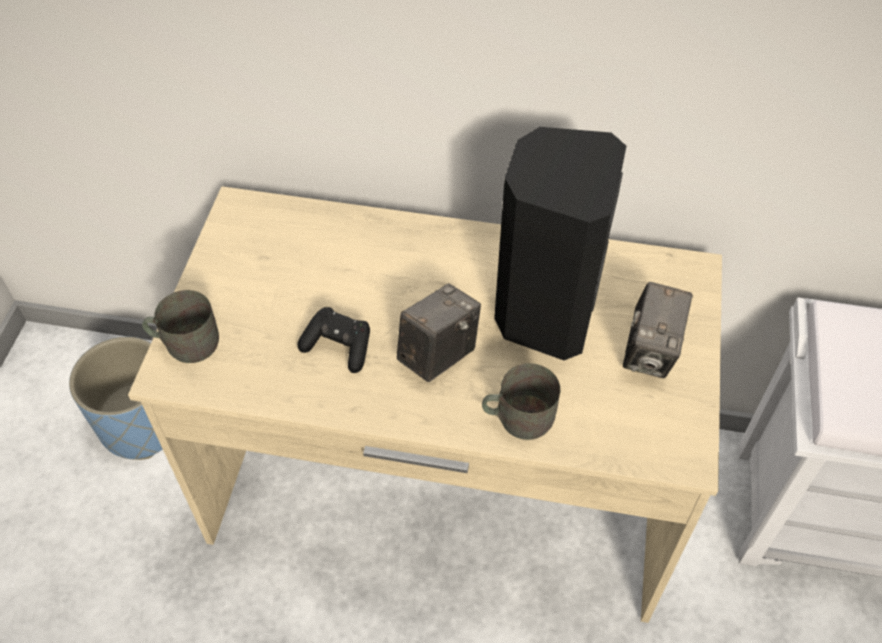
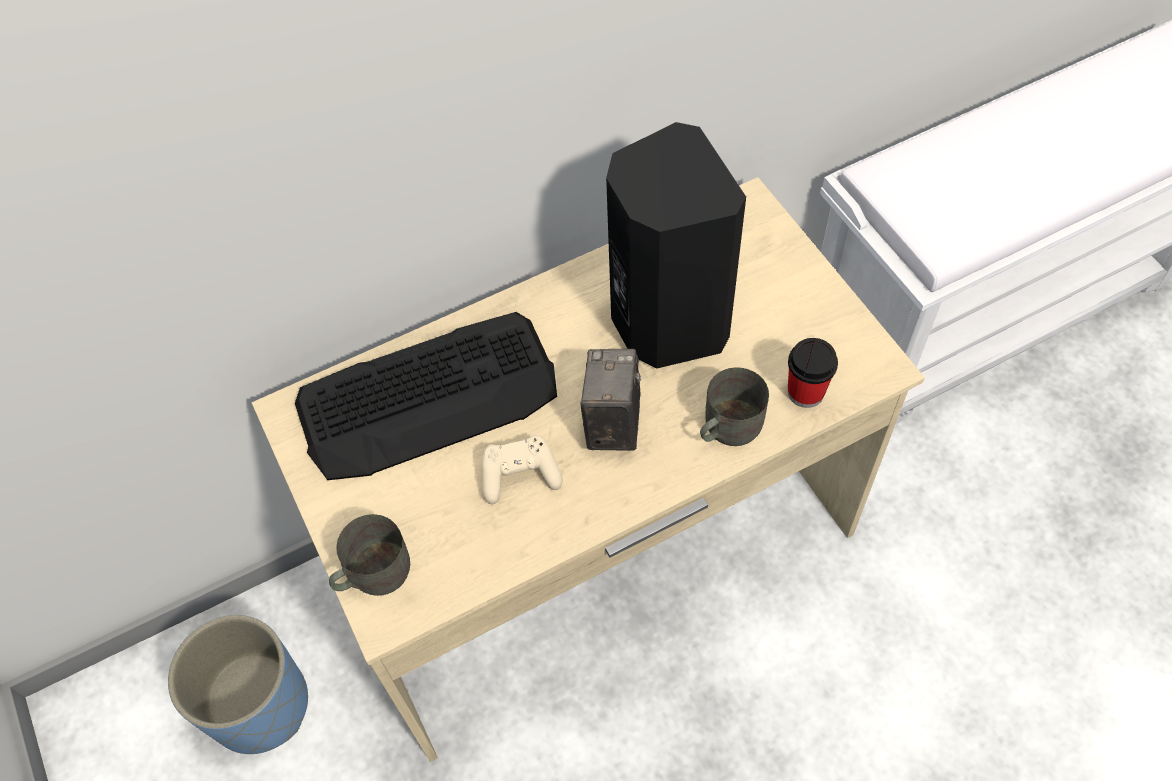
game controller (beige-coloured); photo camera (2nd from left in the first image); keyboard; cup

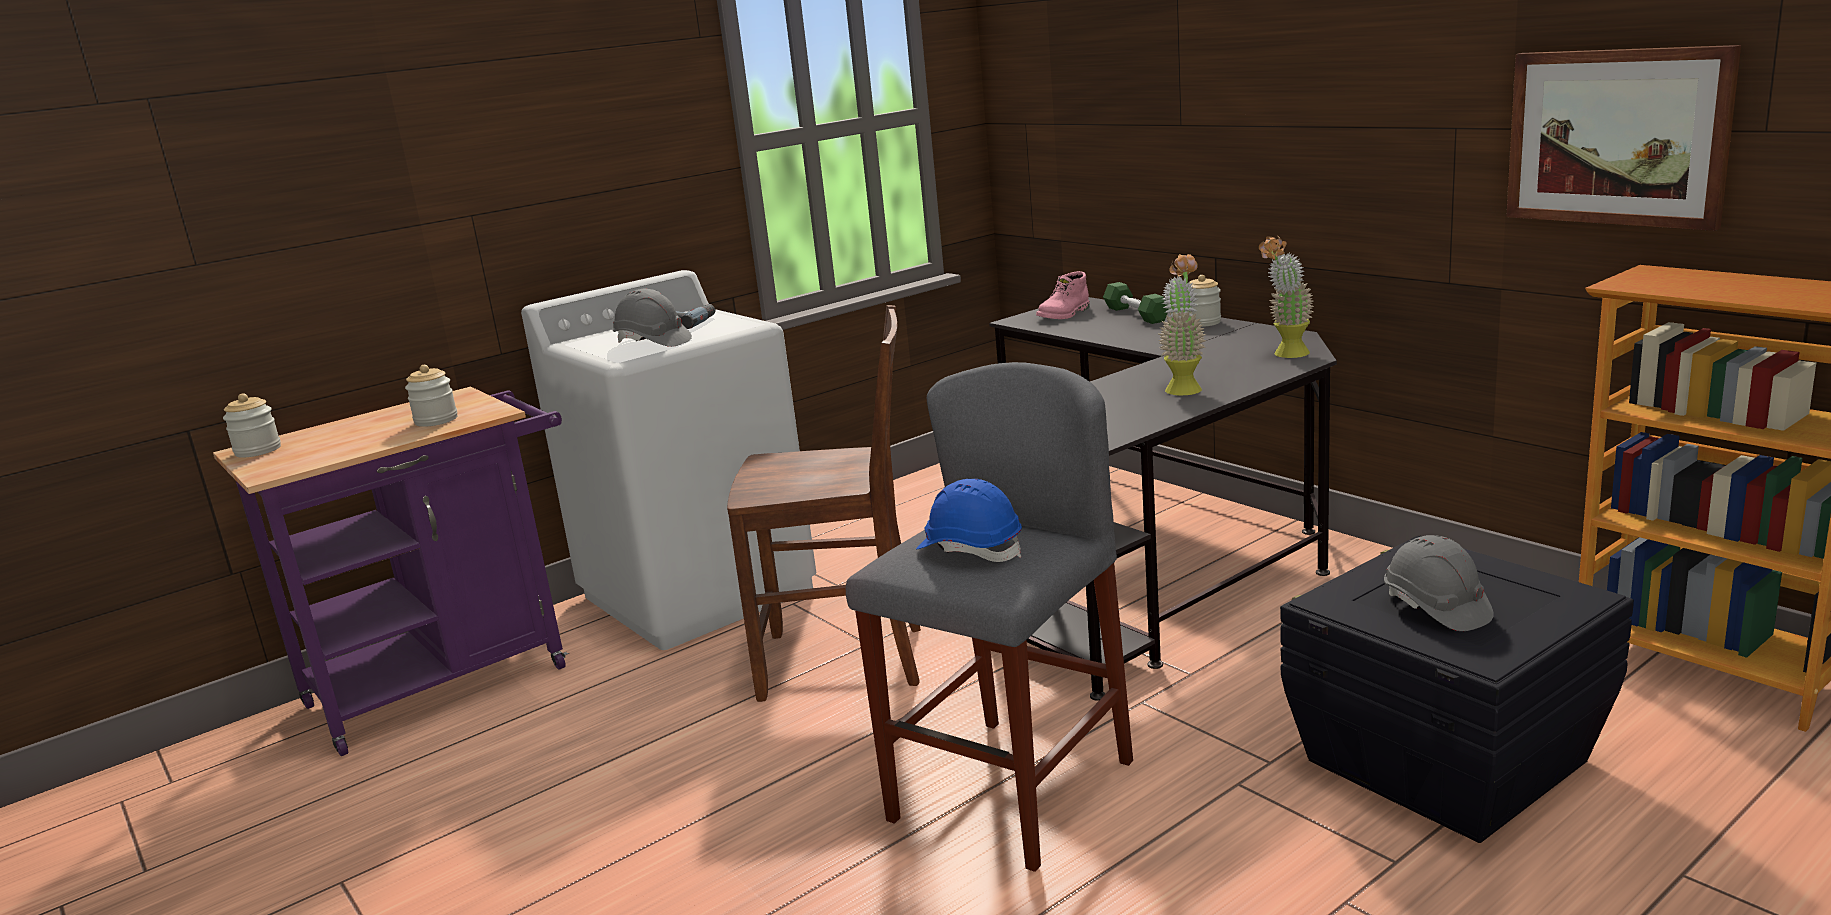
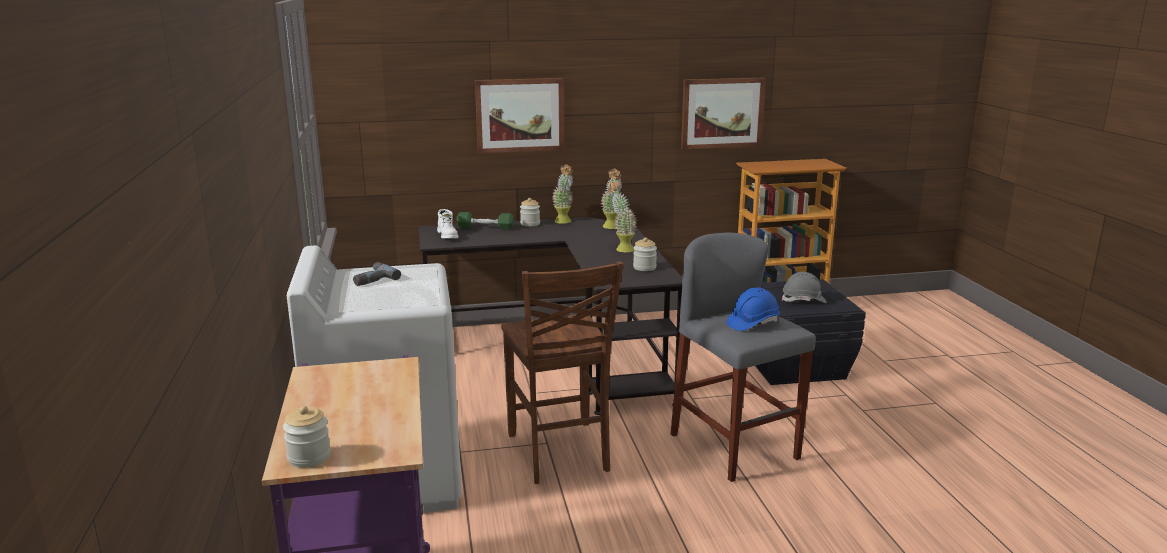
jar (3rd from left); work helmet (grey) (1st from left in the first image); plain chair (brown); tall boot (white); wall picture (1st from left); potted plant (1st from left)

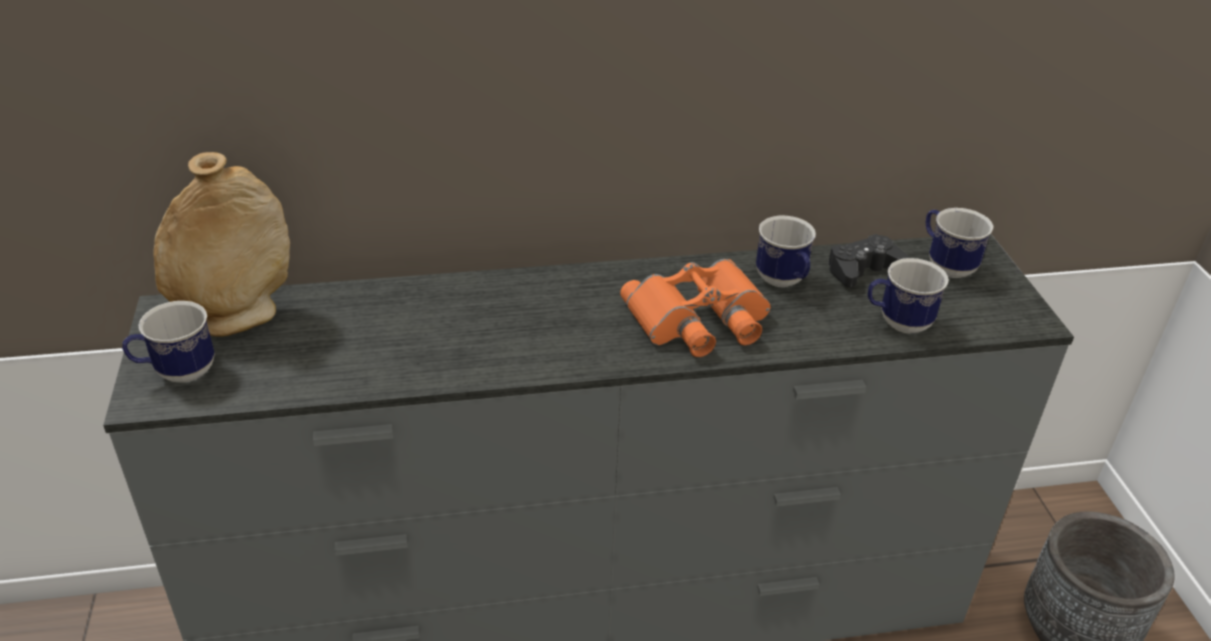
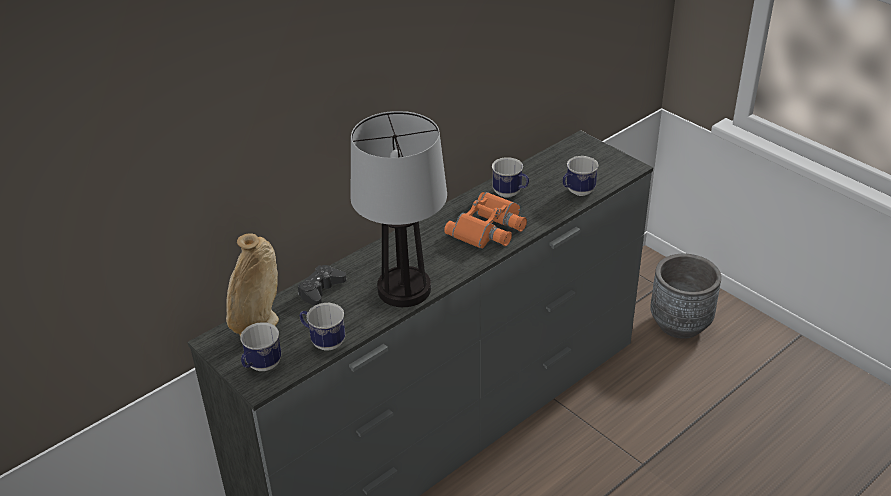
game controller (black-coloured); coffee mug (2nd from left); lamp for a table

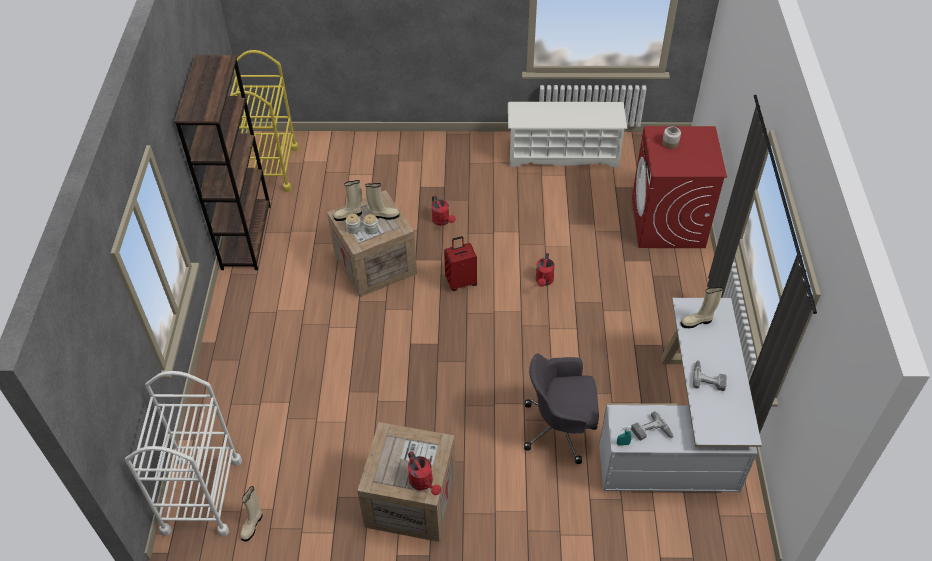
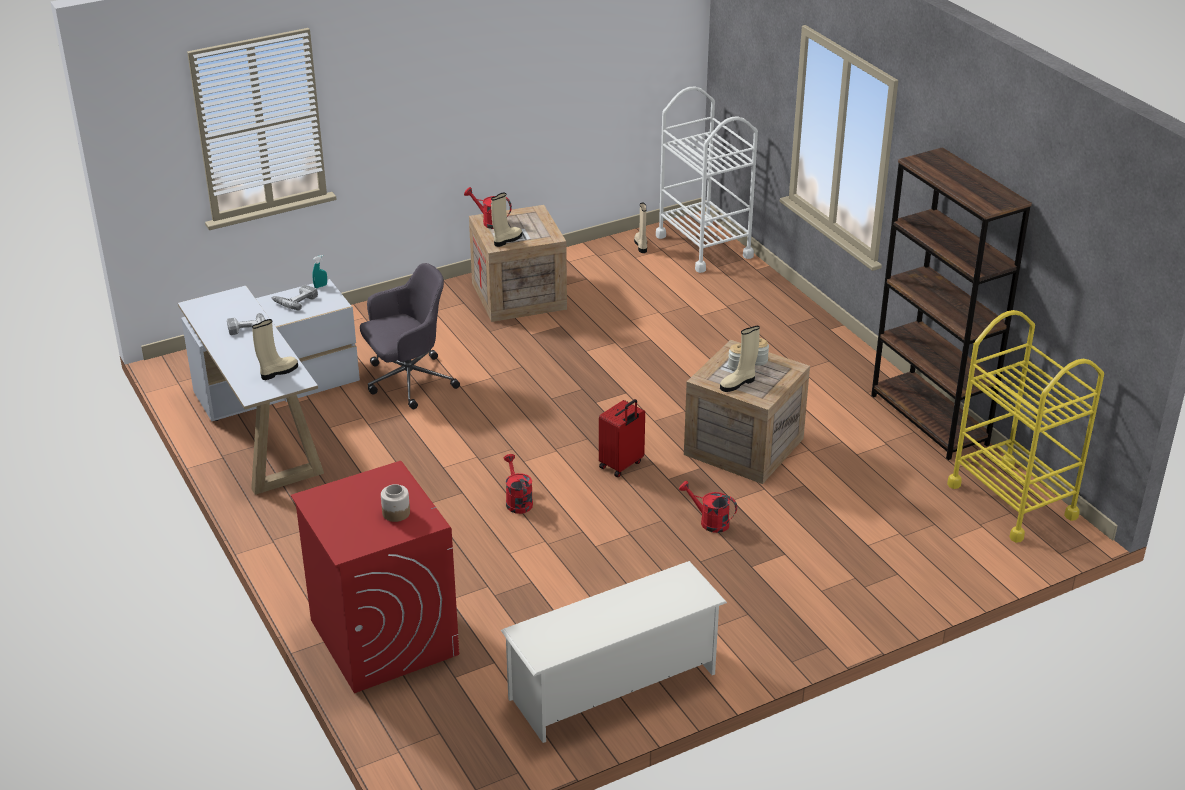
tall boot (beige-coloured) (2nd from left)

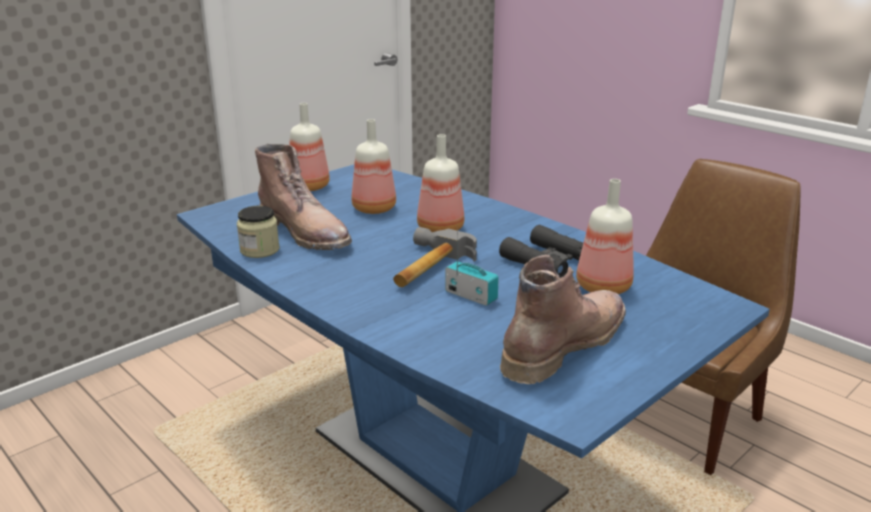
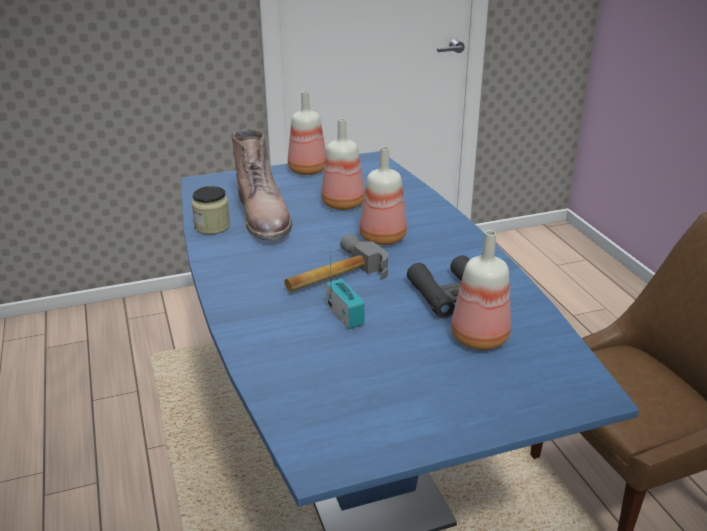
tall boot (brown) (2nd from left in the first image)

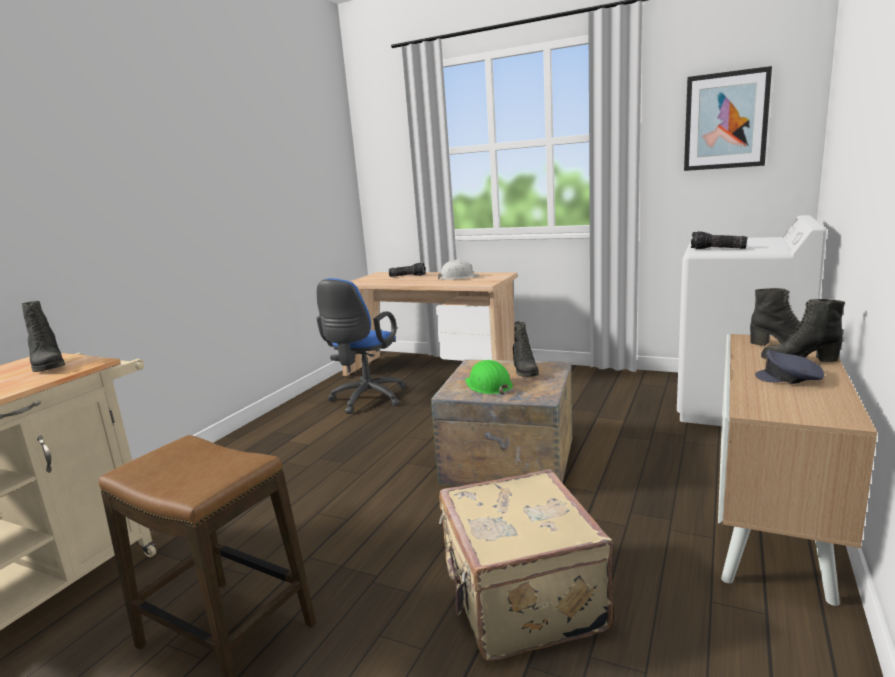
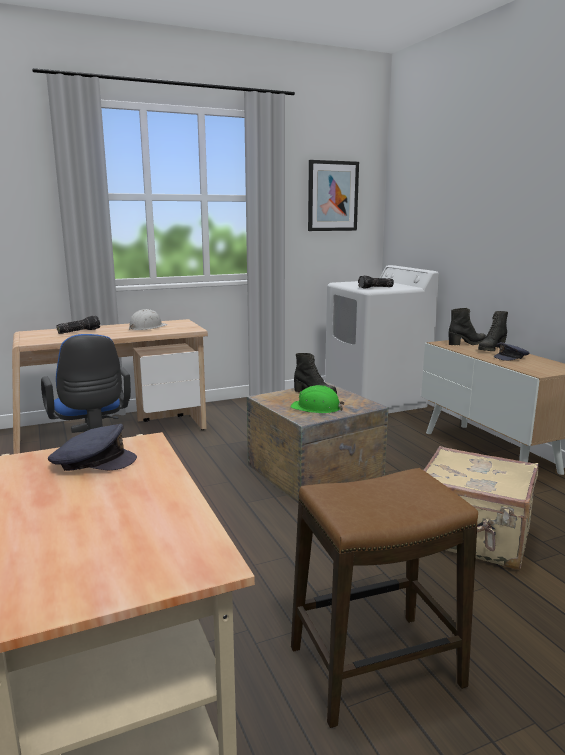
cap (grey) (1st from left)

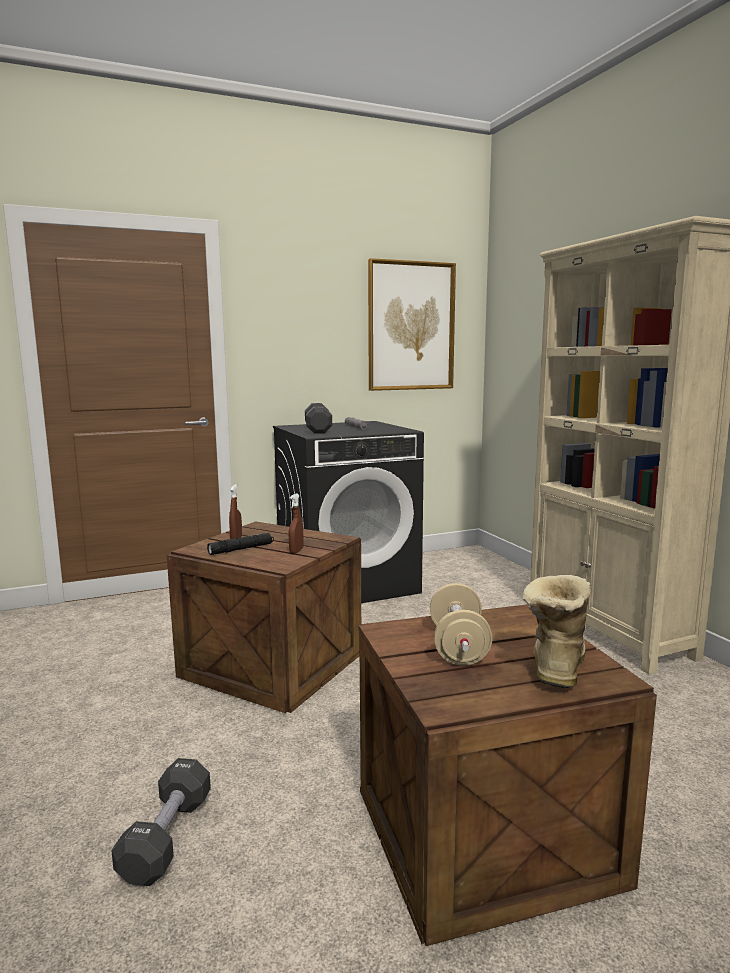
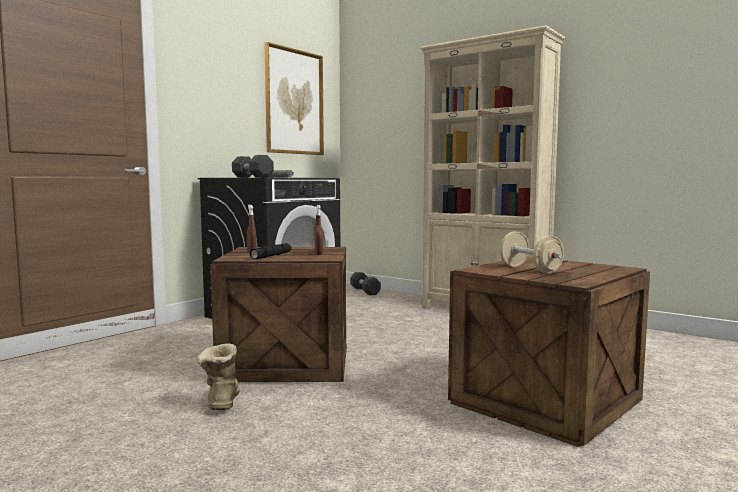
dumbbell (black-coloured) (2nd from left); tall boot

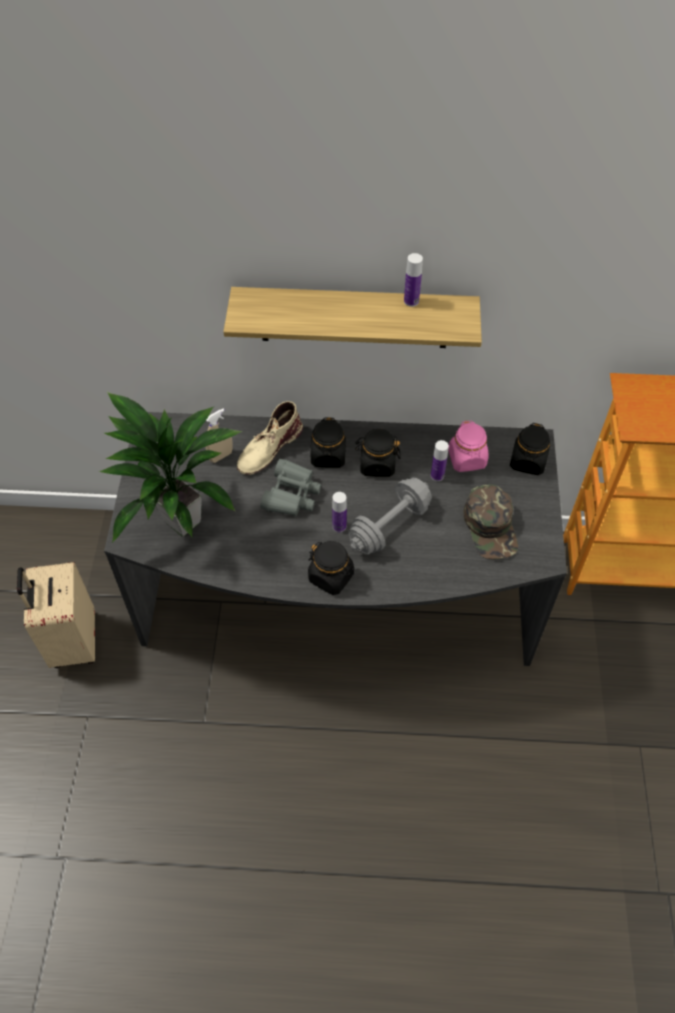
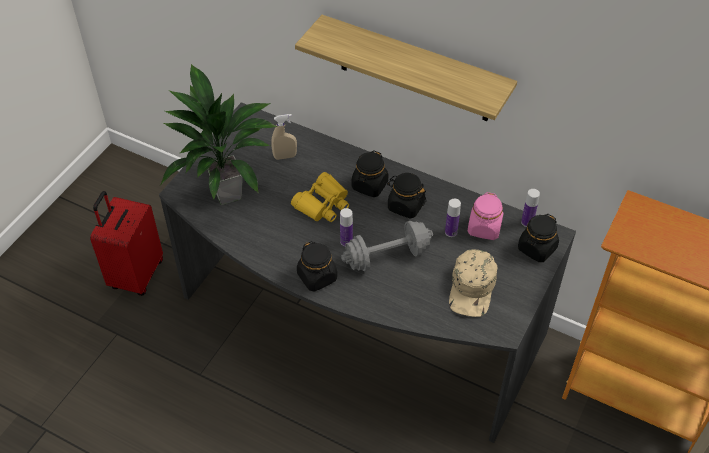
piece of luggage (reddish); tall boot (beige-coloured); field glasses (yellow-coloured); drink bottle (3rd from left); cap (beige-coloured)

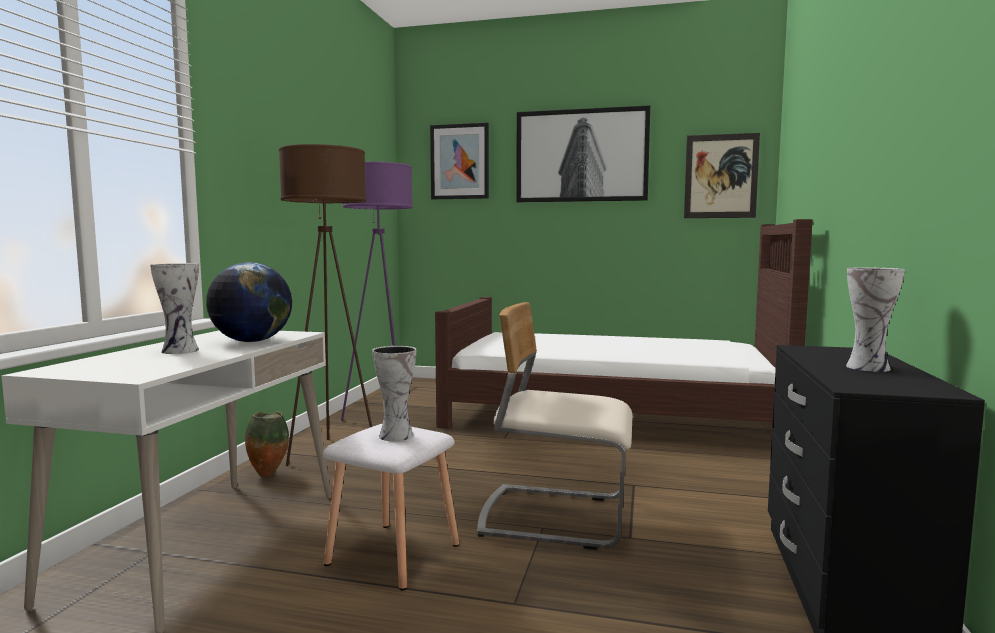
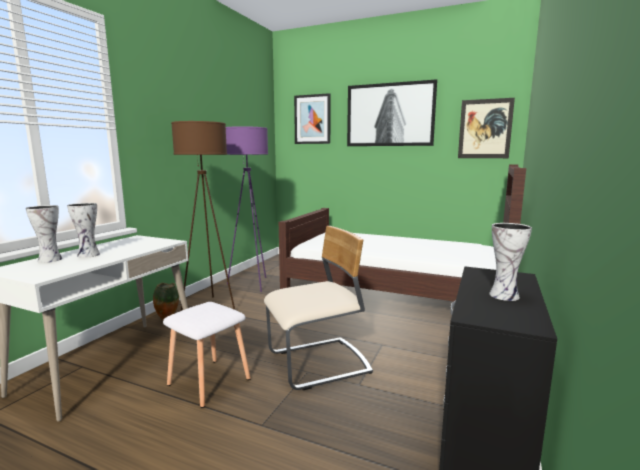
desk globe; vase (1st from left); plain chair (beige-coloured)

